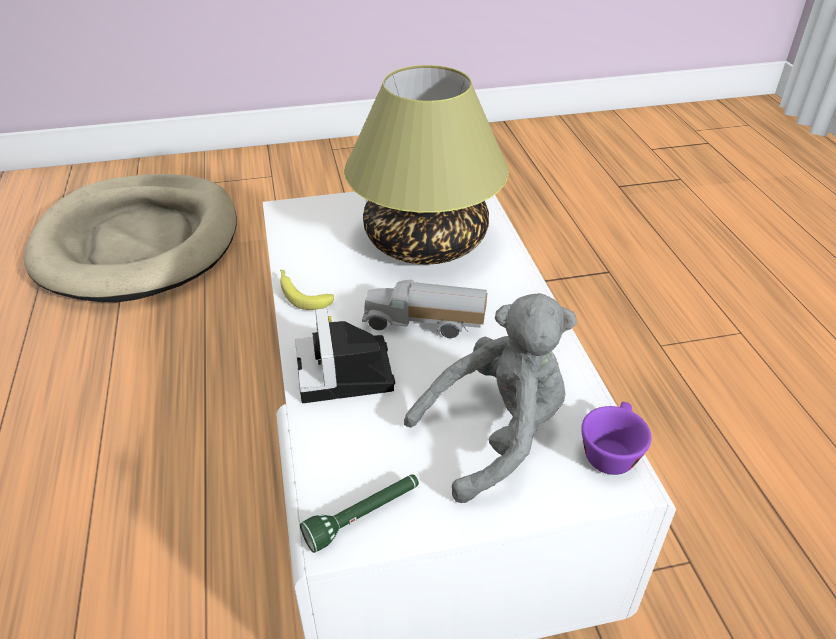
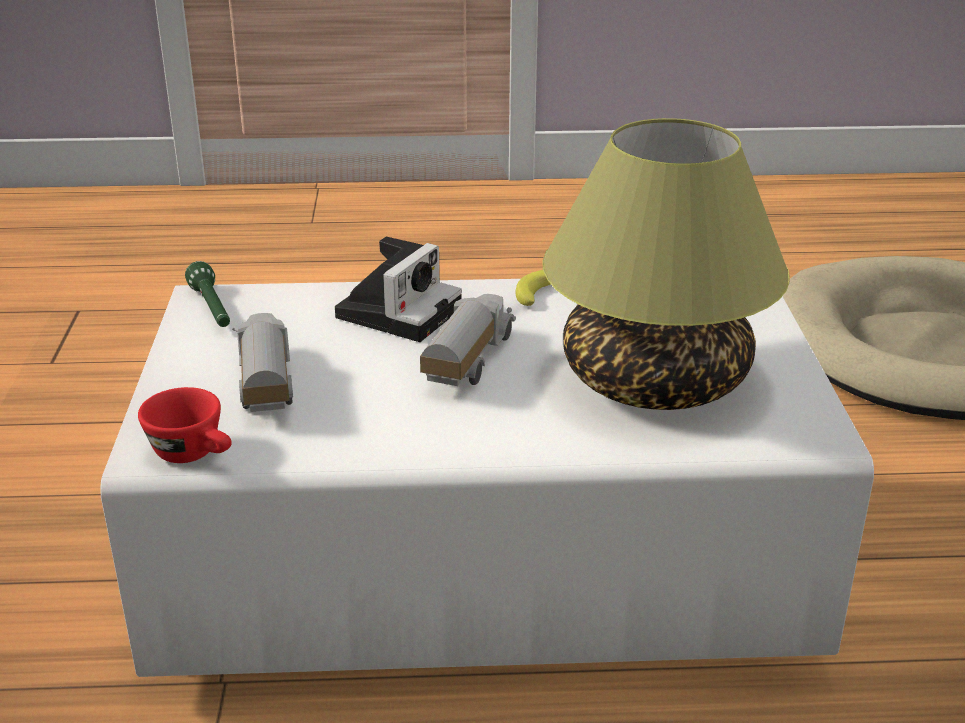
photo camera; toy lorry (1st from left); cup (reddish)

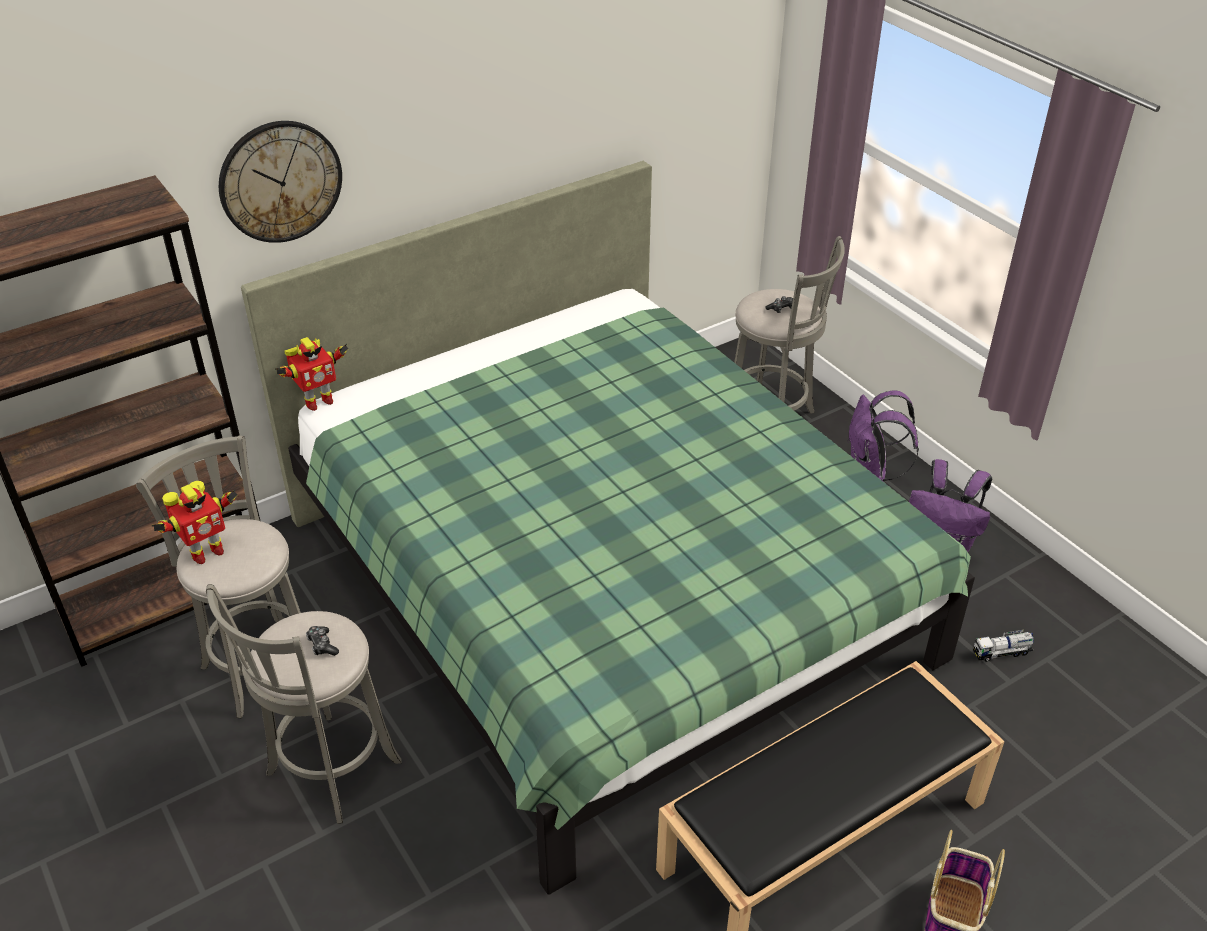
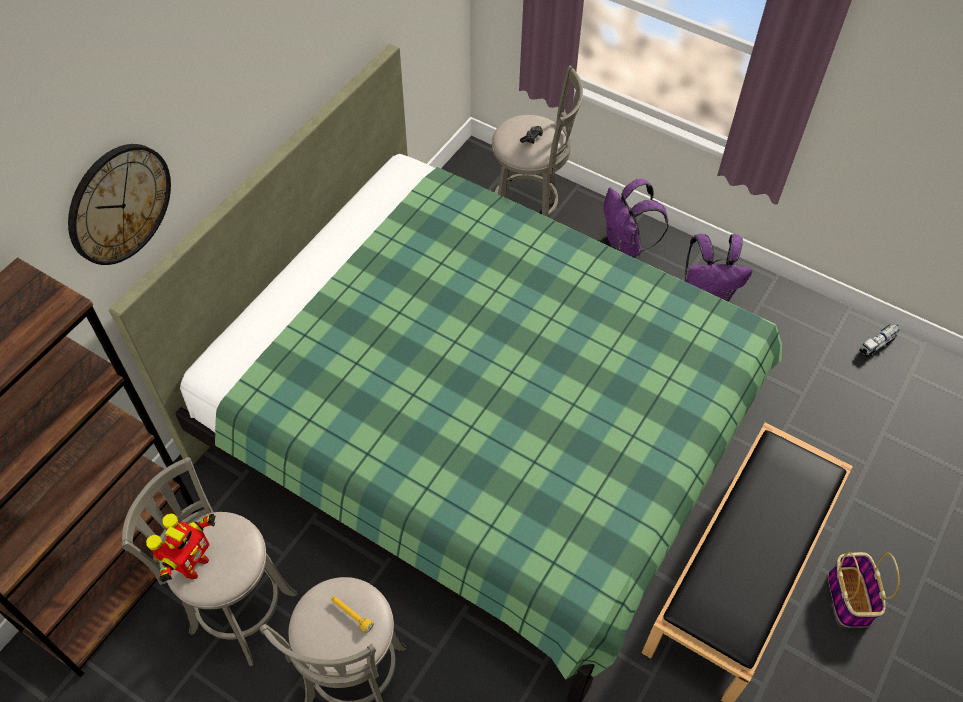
toy robot (2nd from left in the first image); hand torch (yellow-coloured); toy lorry

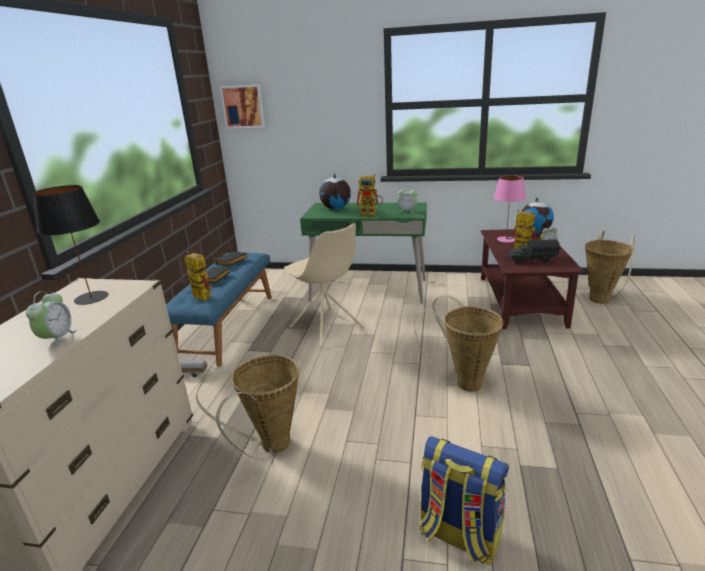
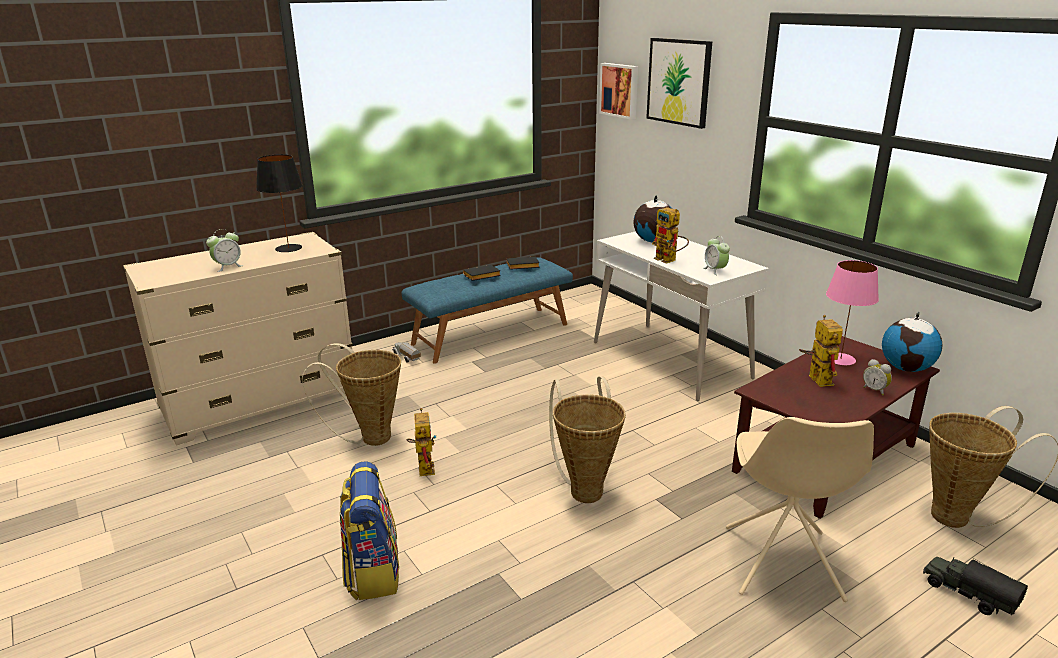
toy robot (1st from left); plain chair (beige-coloured); desk (white); toy lorry (2nd from left); wall picture (2nd from left)

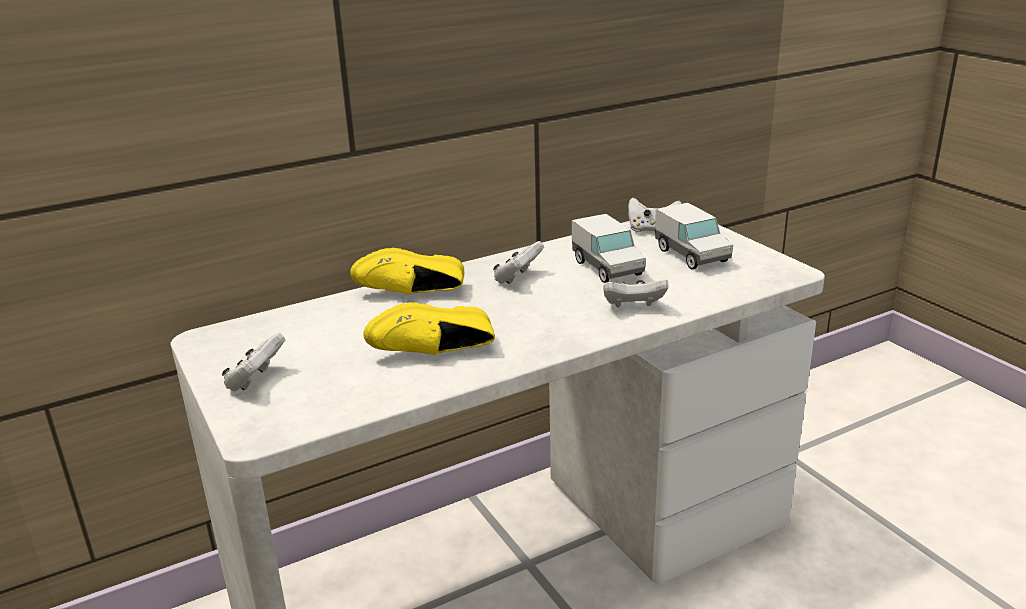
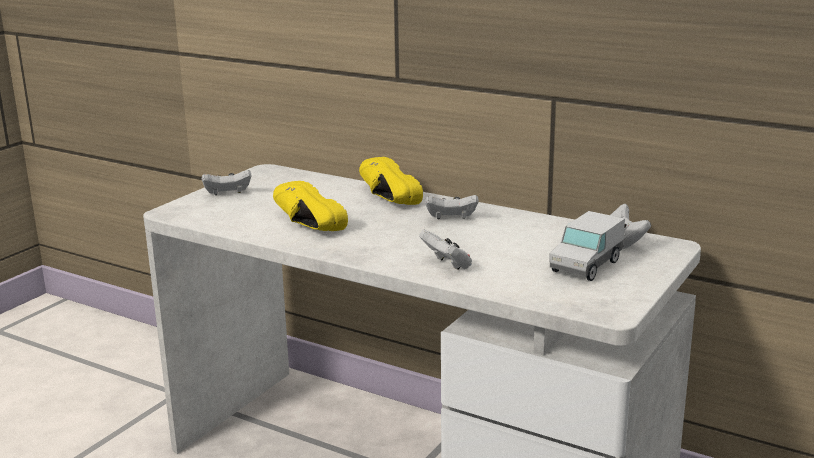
toy lorry (1st from left in the first image)

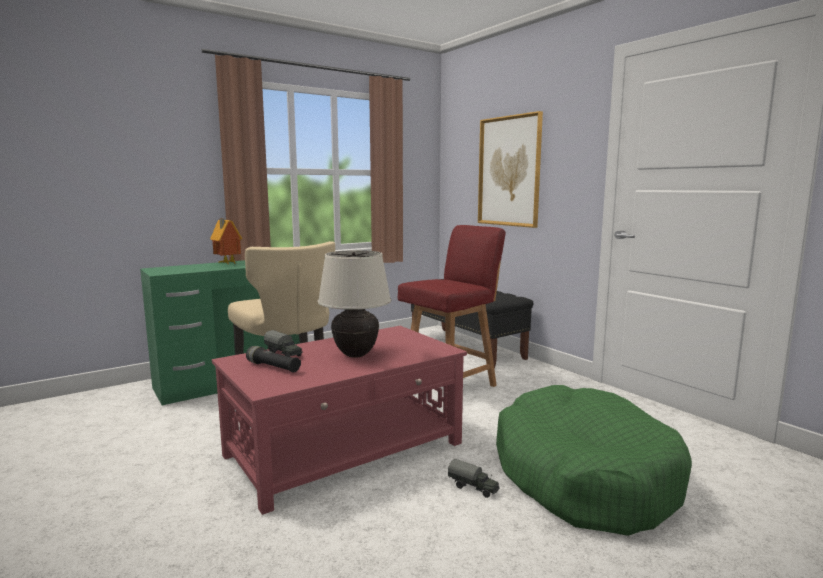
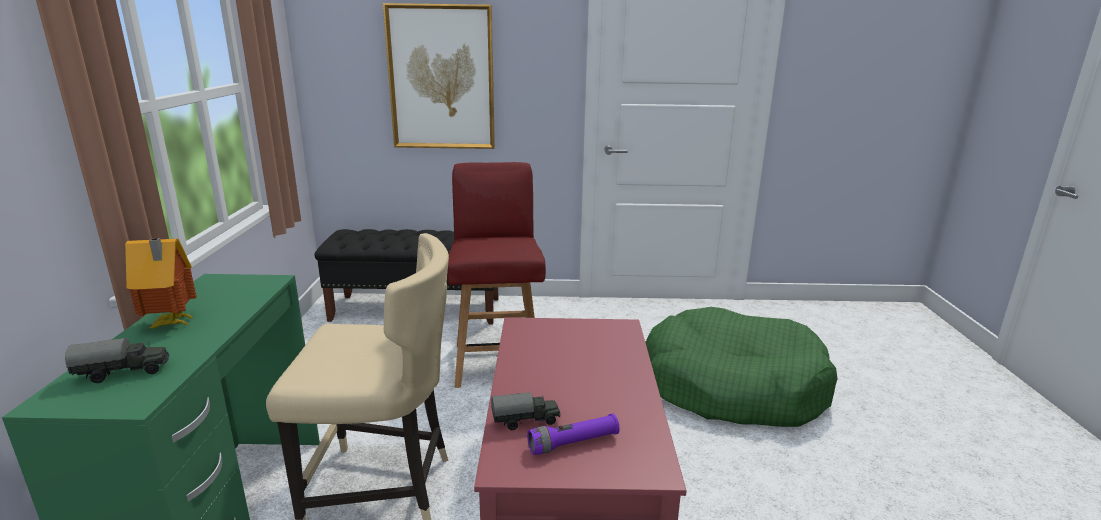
hand torch (purple-coloured); lamp for a table (beige-coloured); toy lorry (1st from left)

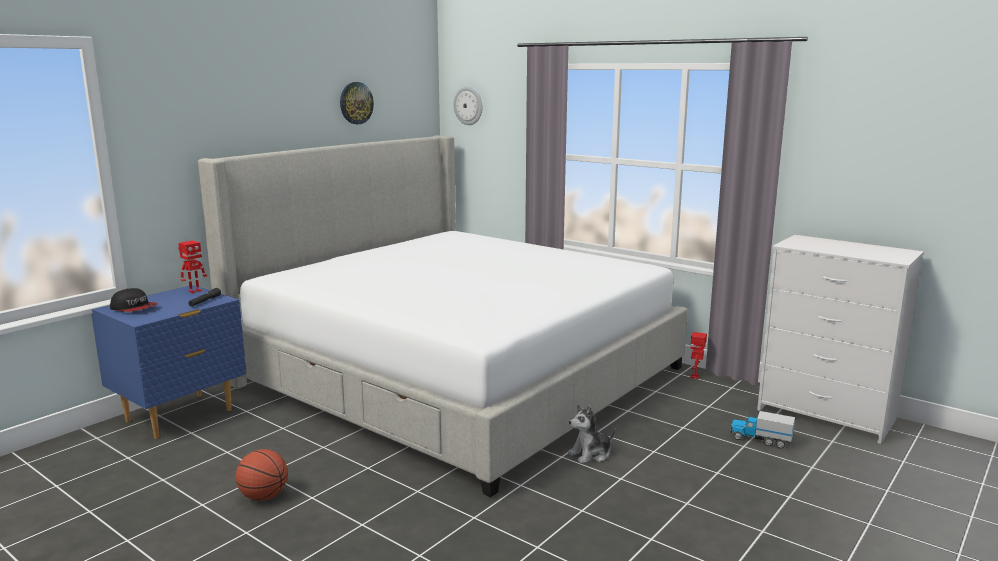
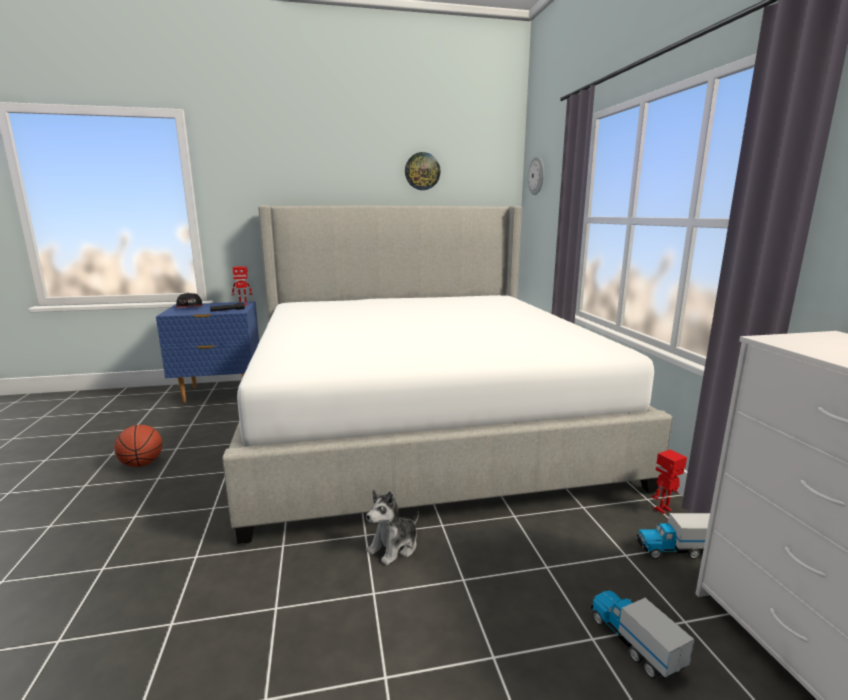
cuddly toy; toy lorry (2nd from left)

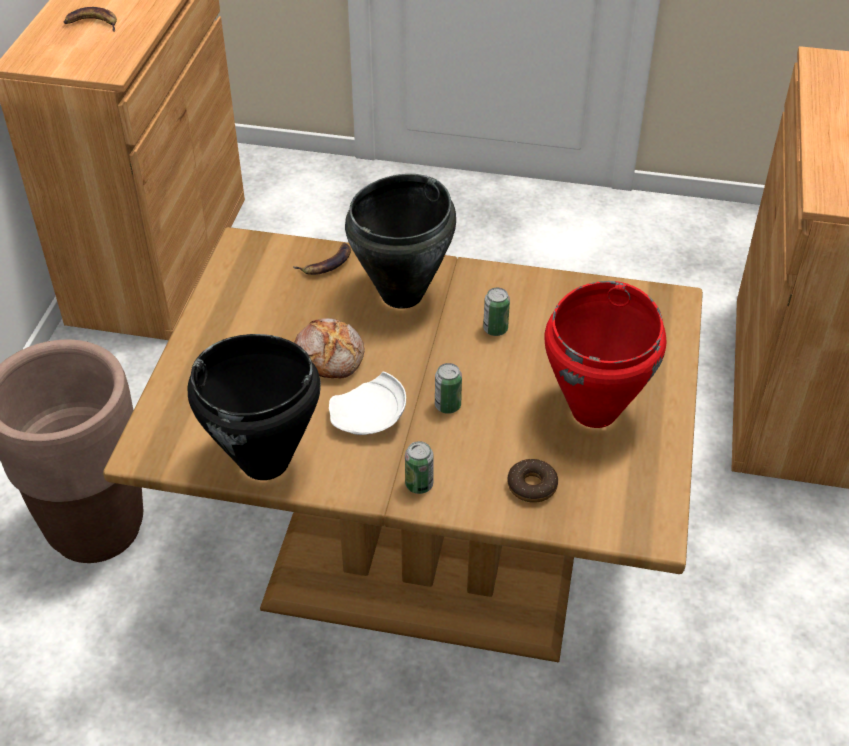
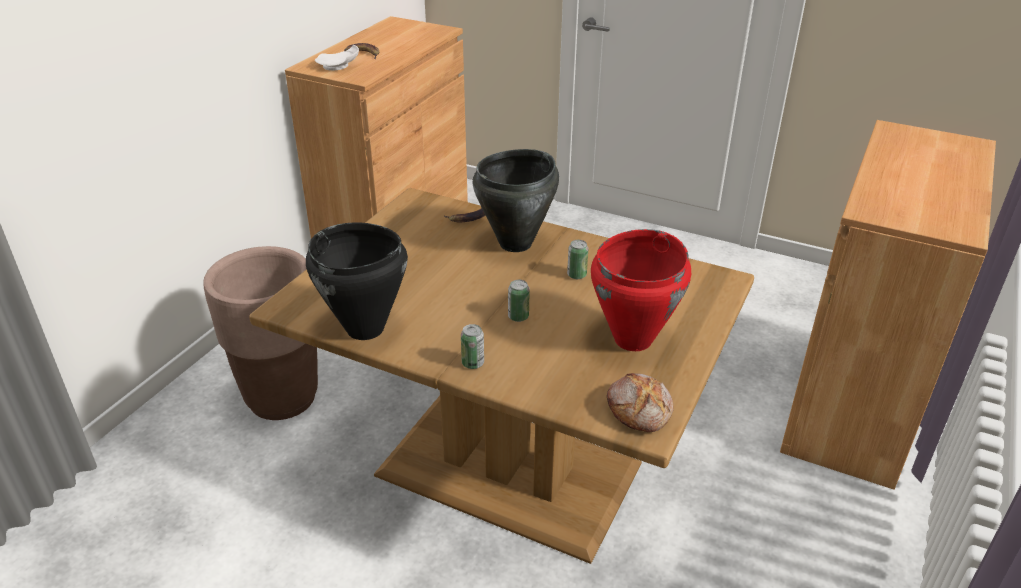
bread; dinner plate (white); doughnut

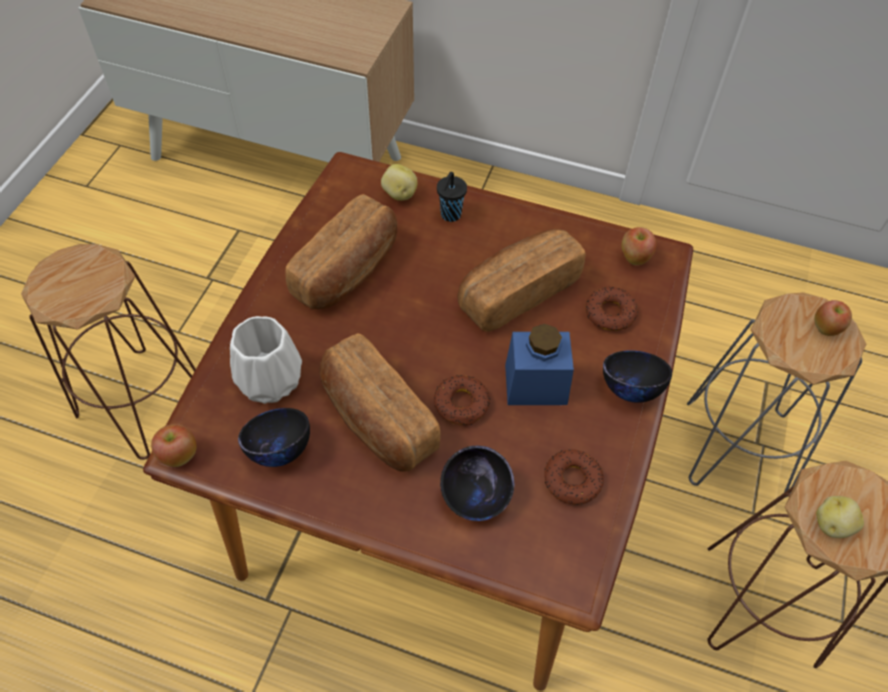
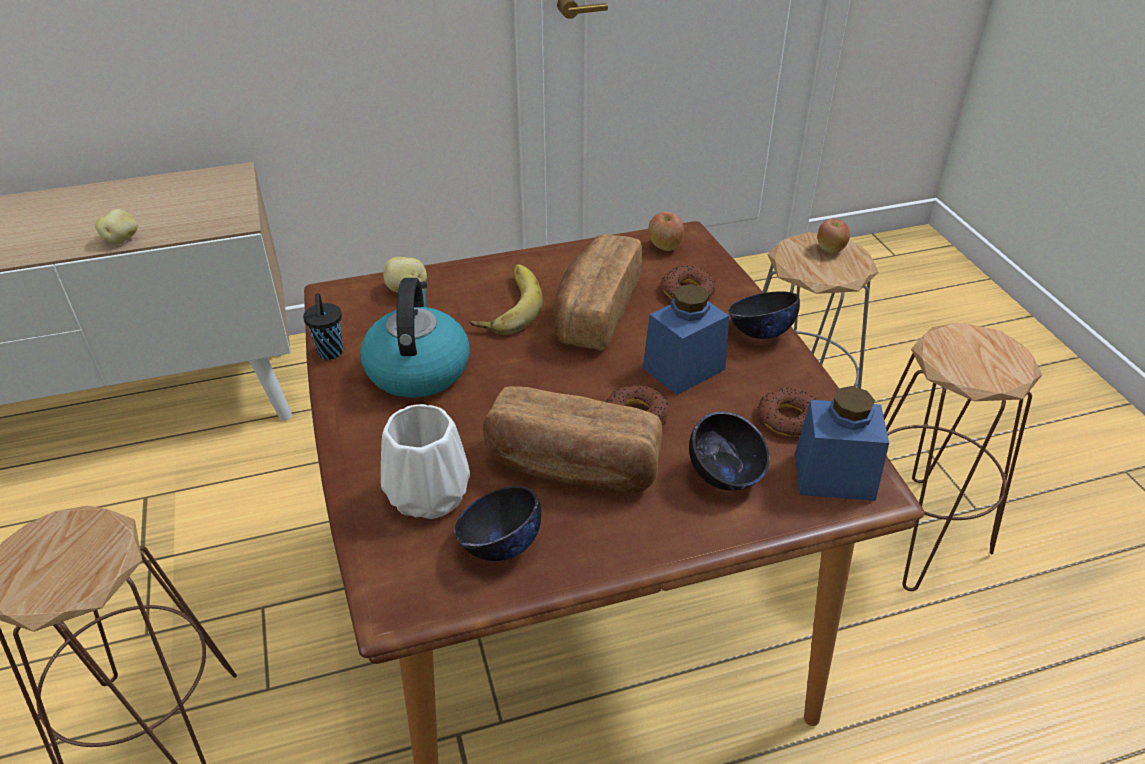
apple (1st from left in the first image); water kettle; cup (black-coloured); spud (1st from left); banana; jar (bluish) (2nd from left)

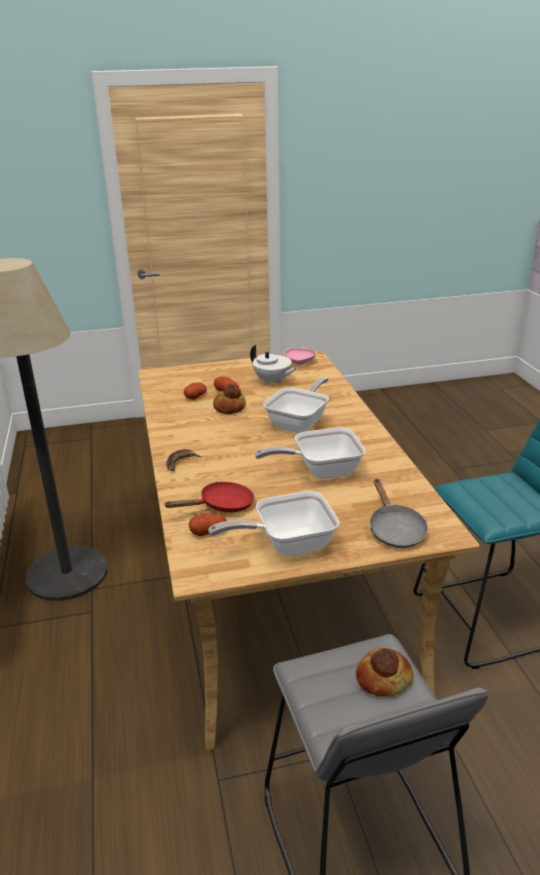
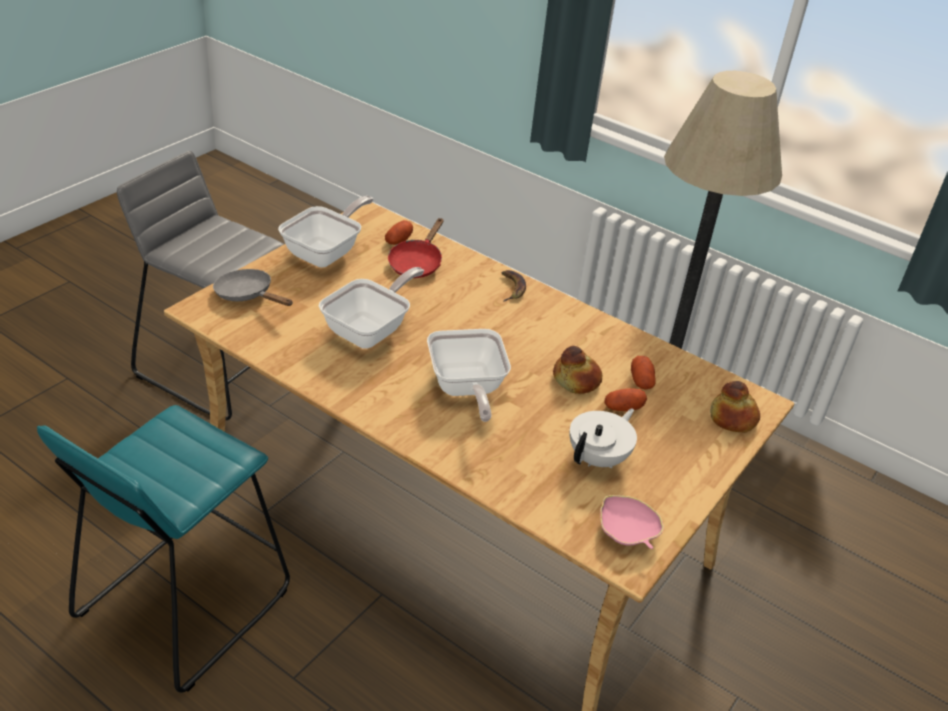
tea pot (white); bread (2nd from left)

